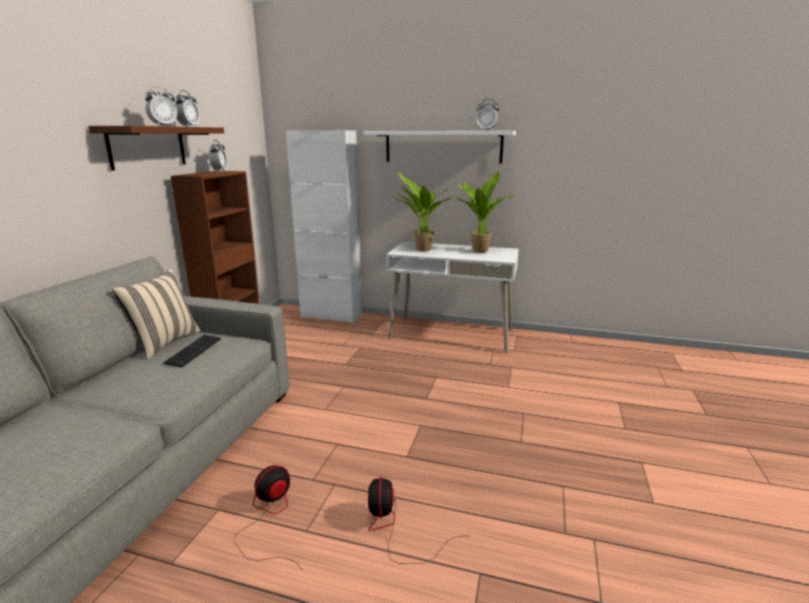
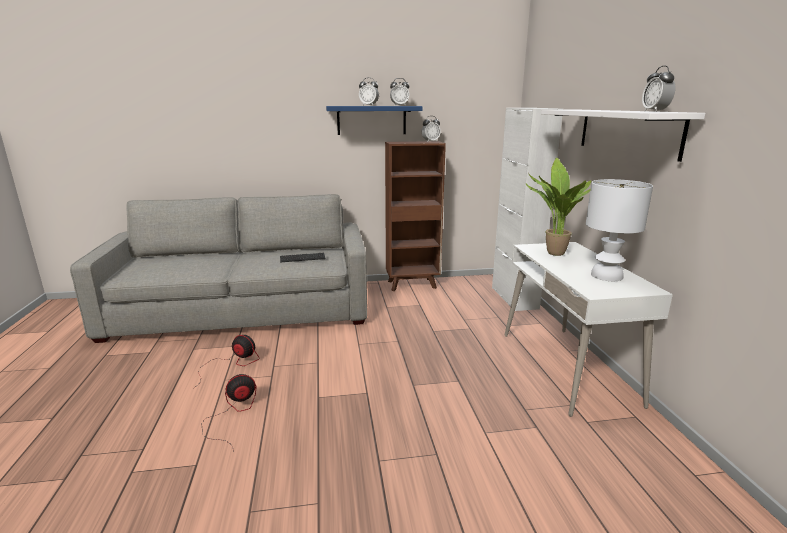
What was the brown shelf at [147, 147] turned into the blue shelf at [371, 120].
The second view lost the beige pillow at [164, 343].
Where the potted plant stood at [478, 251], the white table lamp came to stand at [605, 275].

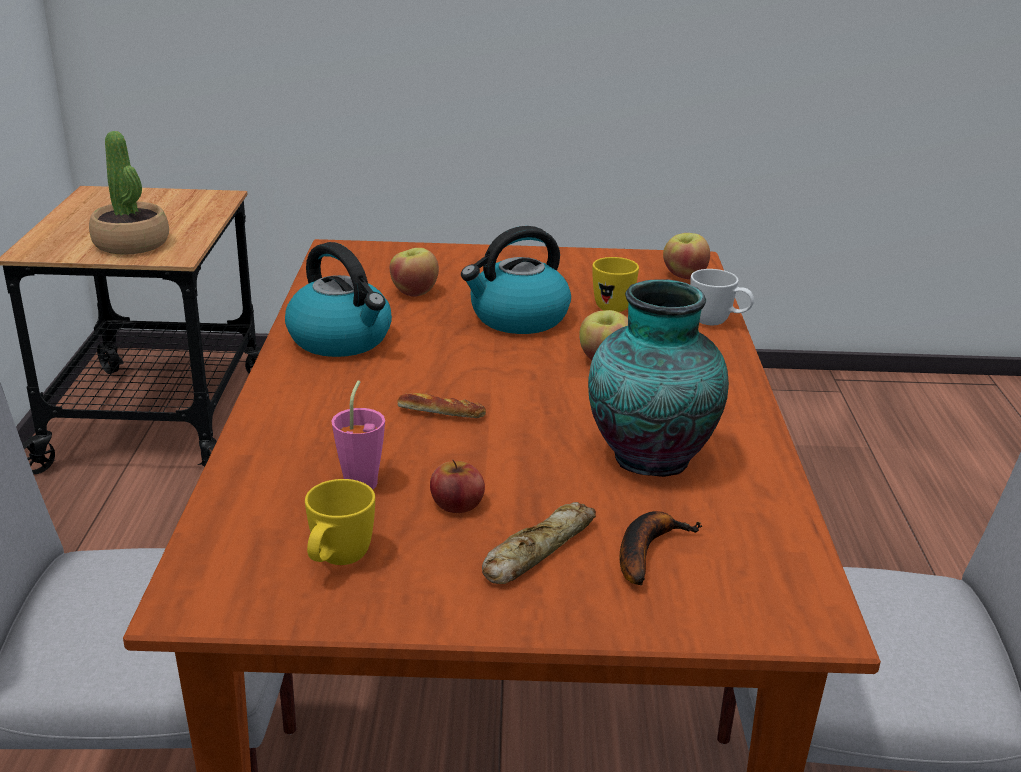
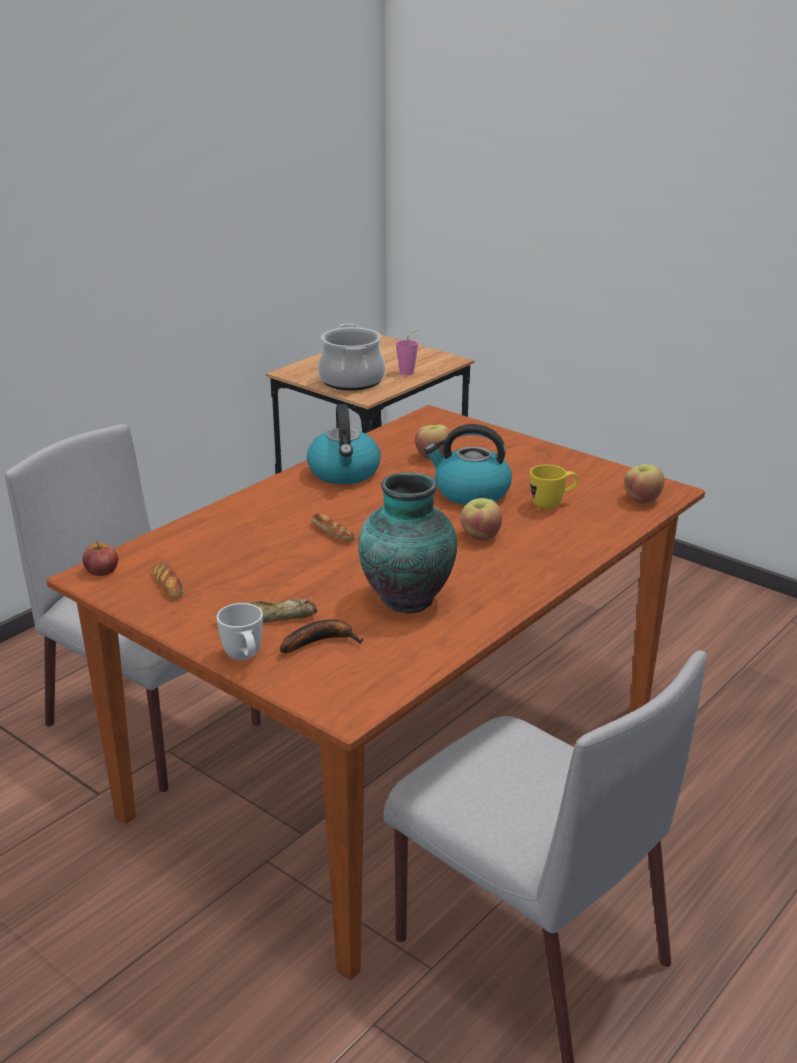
Where the potted plant stood at [131, 243], the cooking pot came to stand at [352, 381].
Where the yellow mug stood at [337, 562], the bread came to stand at [168, 584].
The pink cup ended up elsewhere, having gone from [362, 479] to [409, 371].
The apple ended up elsewhere, having gone from [457, 503] to [101, 570].
The white mug ended up elsewhere, having gone from [718, 323] to [245, 658].

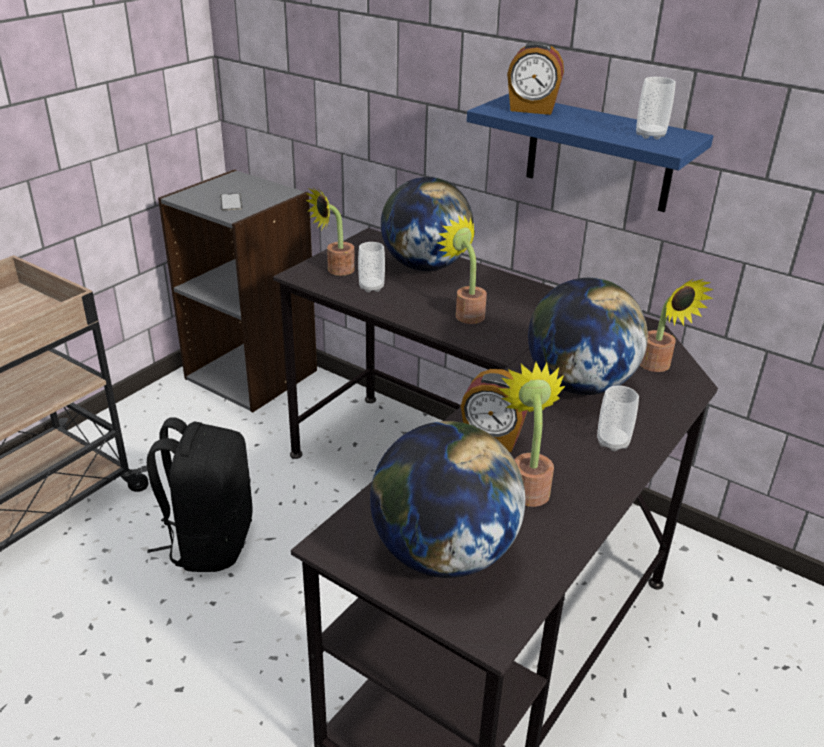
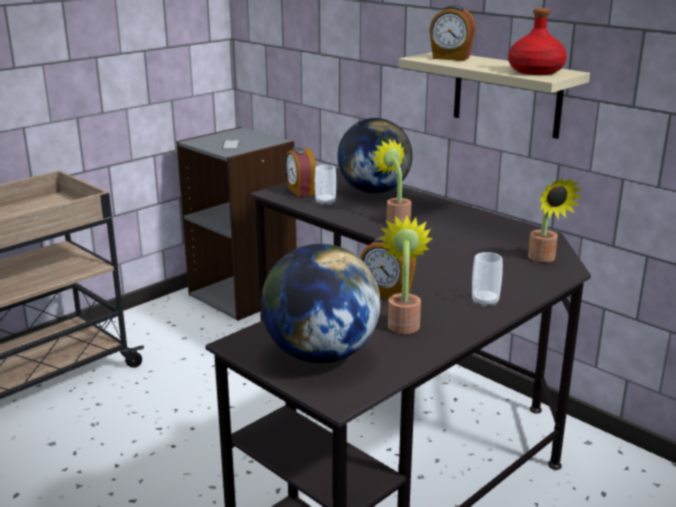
The second view lost the black backpack at [210, 541].
Where the potted plant stood at [335, 271], the alarm clock came to stand at [300, 191].
What was the blue shelf at [599, 153] turned into the beige shelf at [506, 94].
The second view lost the globe at [579, 384].
Where the cup stood at [650, 135], the red bottle came to stand at [536, 71].

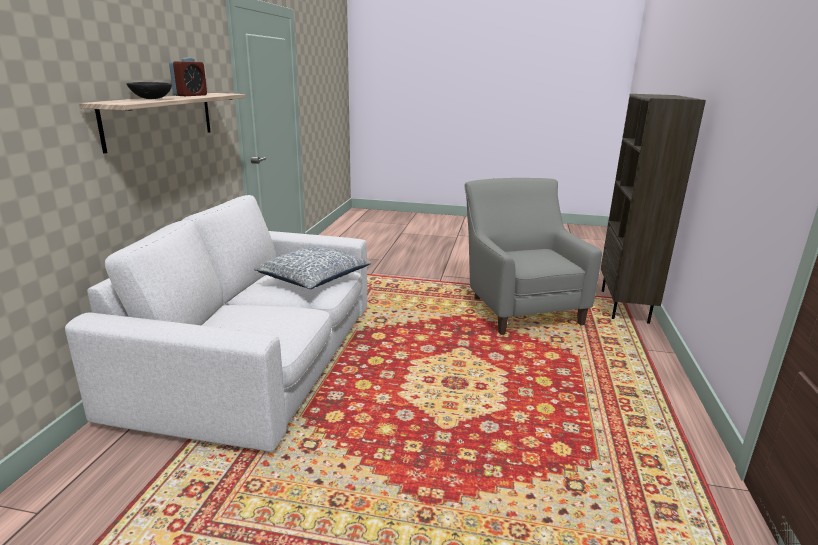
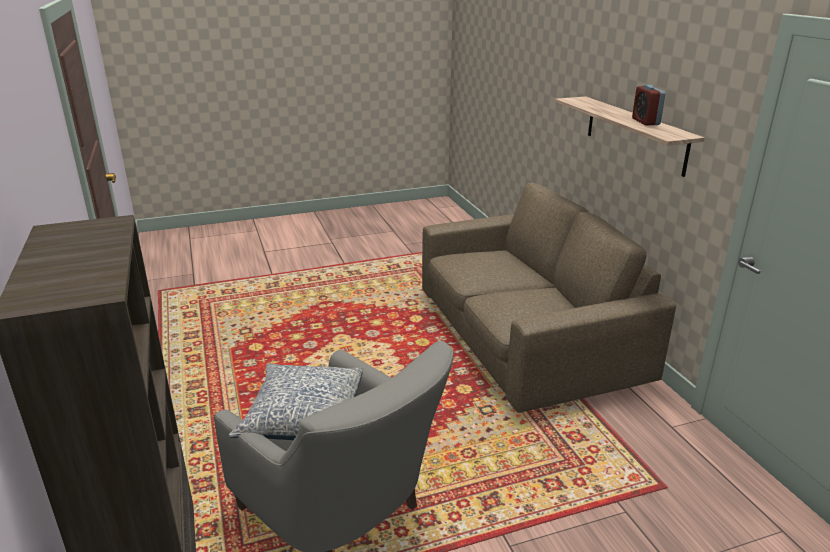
What was the white sofa at [258, 358] turned into the brown sofa at [525, 334].
The second view lost the black bowl at [152, 99].
The pillow ended up elsewhere, having gone from [314, 279] to [303, 416].

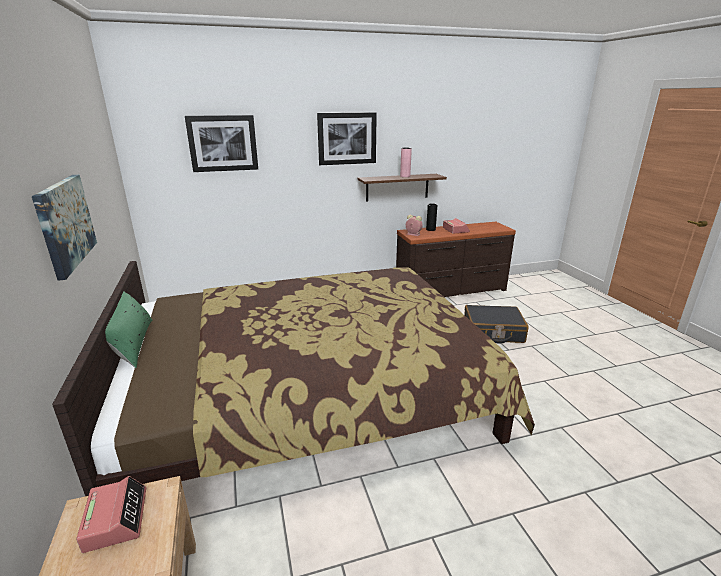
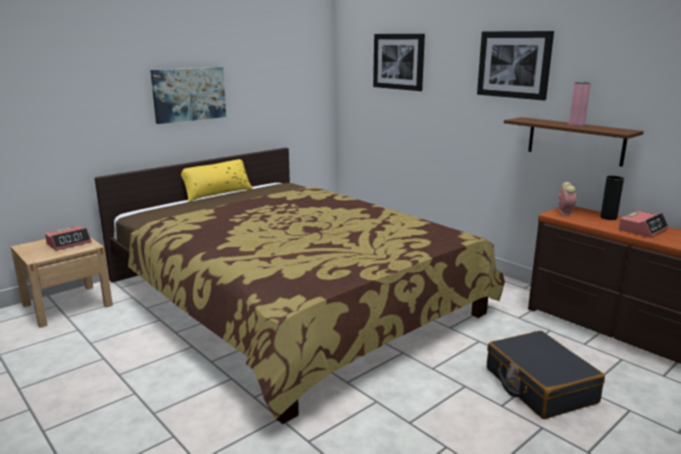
What was the green pillow at [131, 343] turned into the yellow pillow at [217, 193].

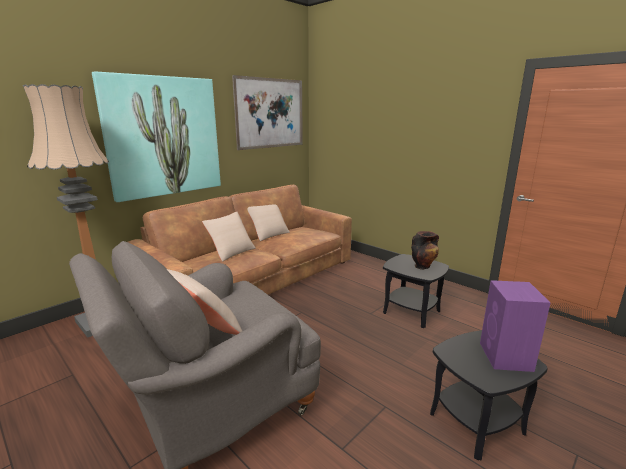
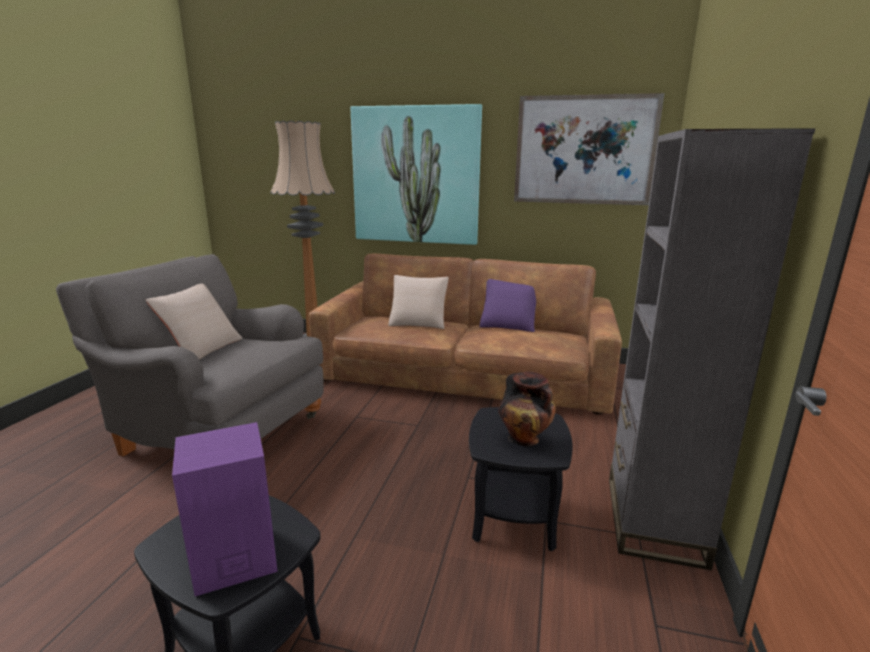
What was the beige pillow at [269, 234] turned into the purple pillow at [509, 325].
The second view gained the grey bookcase at [653, 520].

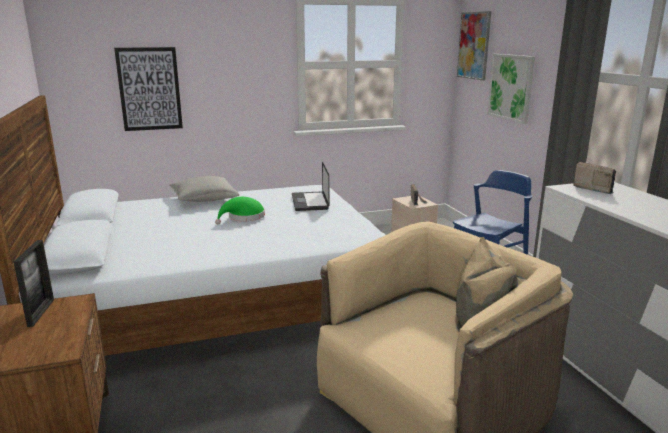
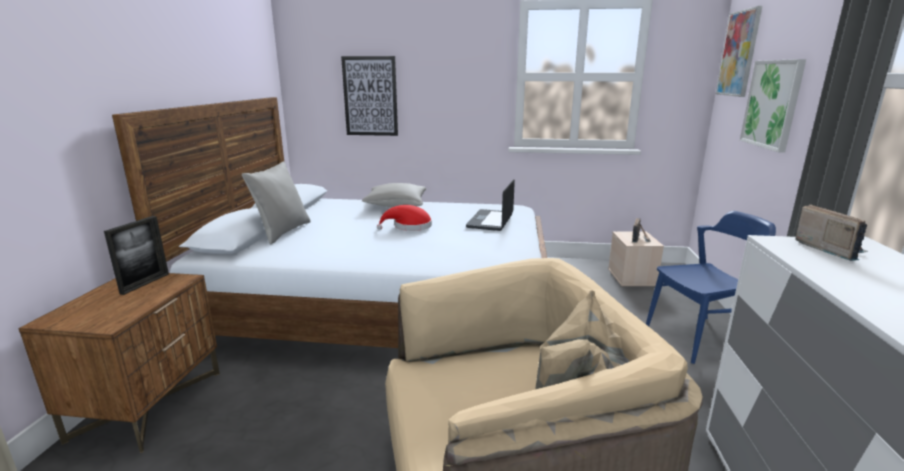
What was the green hat at [244, 217] turned into the red hat at [409, 227].
The second view gained the grey pillow at [282, 232].

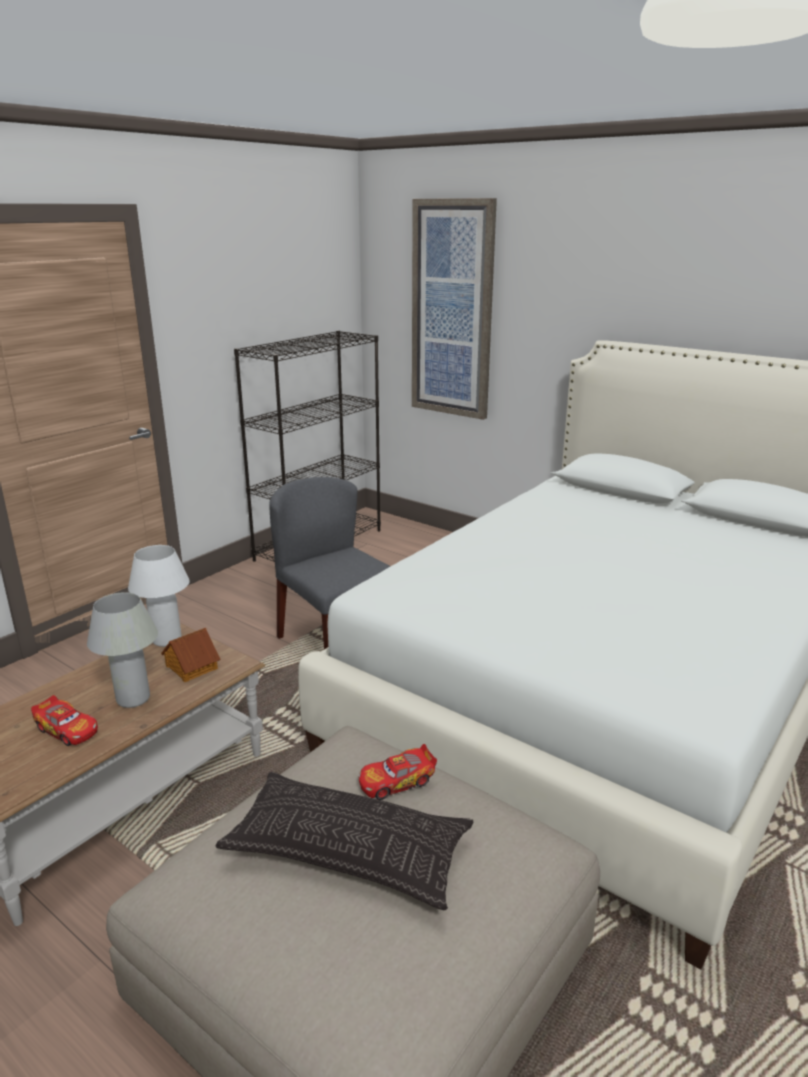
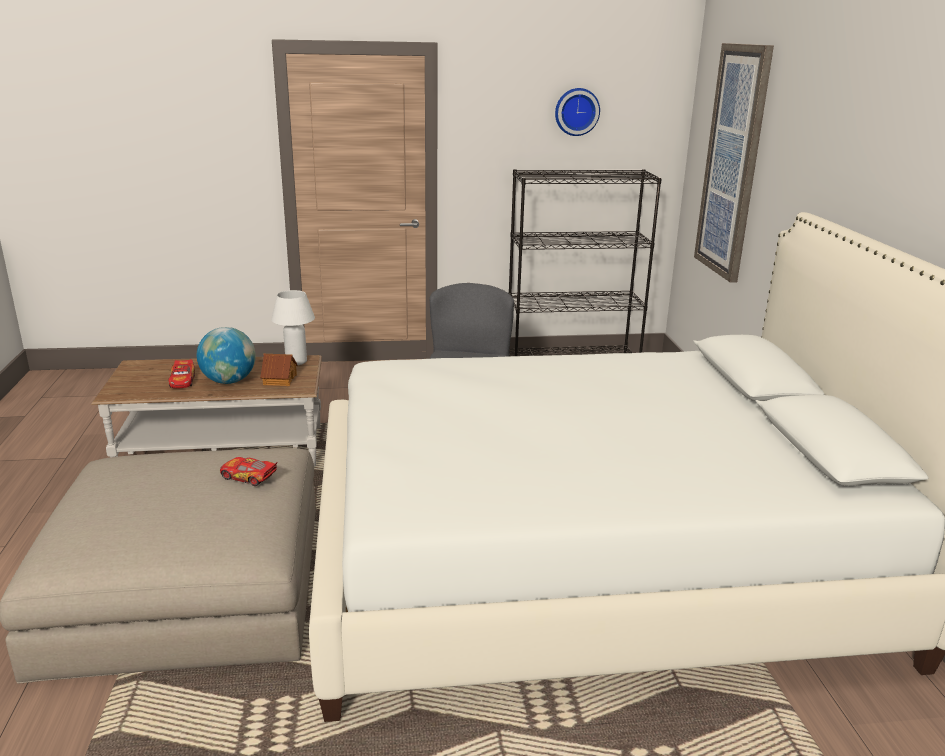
Where the white table lamp stood at [133, 699], the globe came to stand at [229, 381].
The second view lost the pillow at [348, 849].
The second view gained the wall clock at [576, 111].

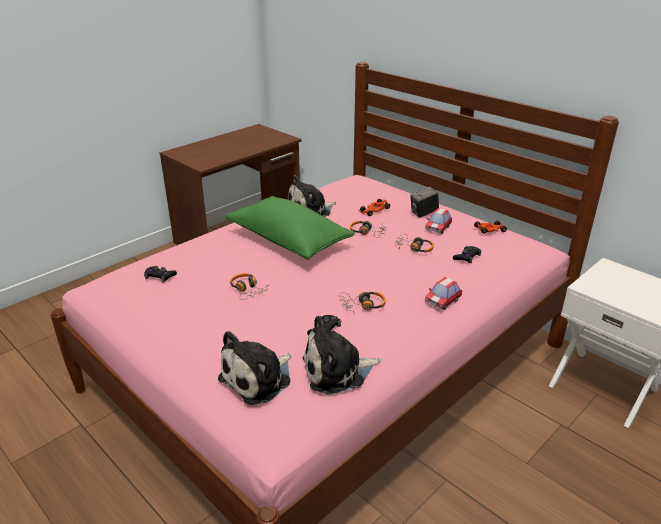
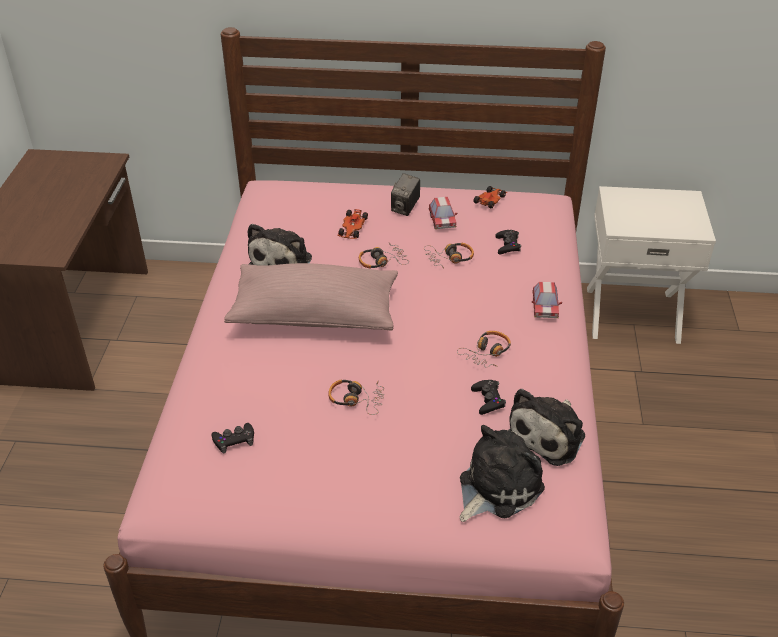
The plush toy at [259, 379] ended up facing another way, 135 degrees counterclockwise from before.
What was the green pillow at [289, 241] turned into the pink pillow at [315, 314].

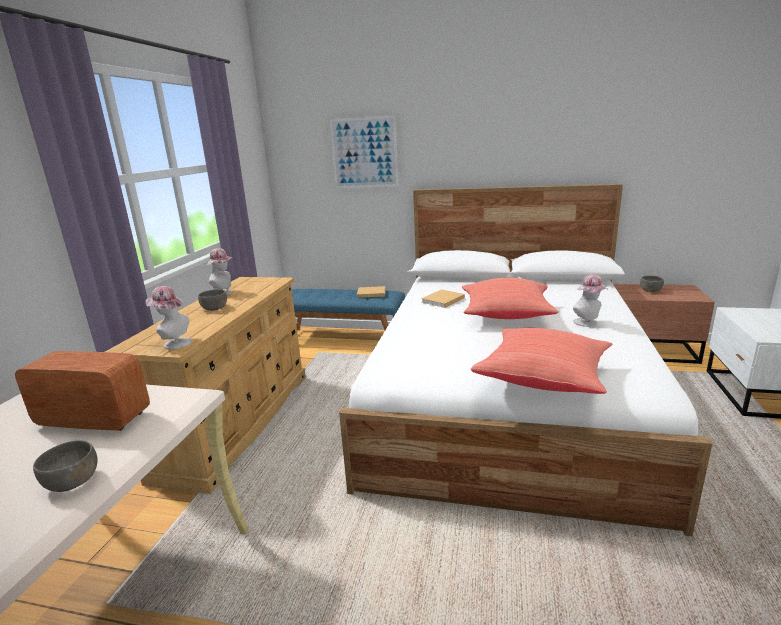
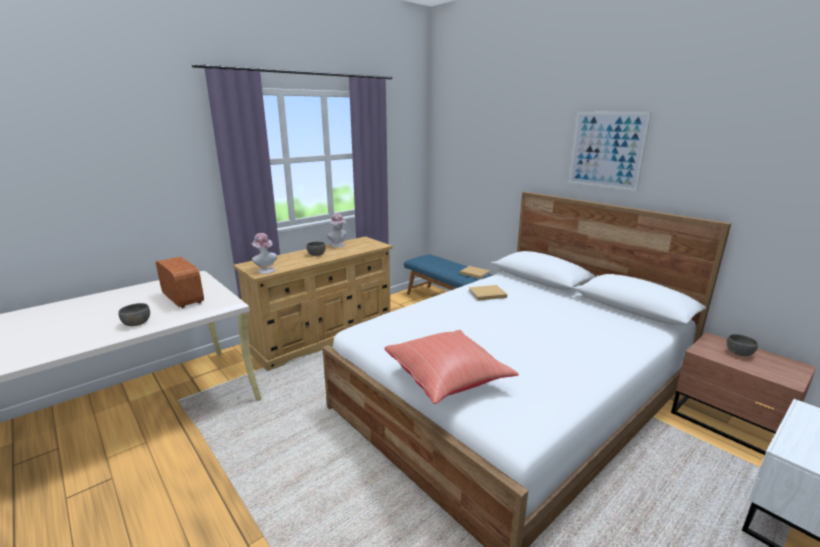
The picture ended up elsewhere, having gone from [364, 153] to [606, 150].
The second view lost the red pillow at [506, 315].
The second view lost the hat at [588, 323].

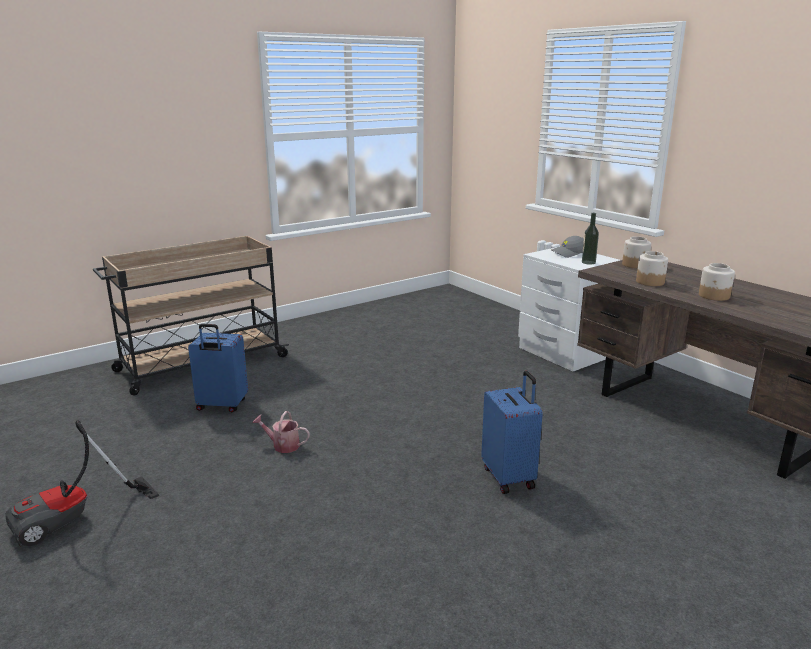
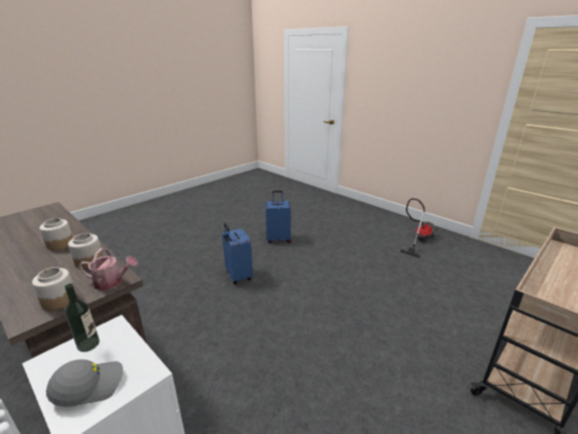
The blue suitcase ended up elsewhere, having gone from [221, 406] to [278, 239].
The watering can ended up elsewhere, having gone from [282, 445] to [112, 282].

